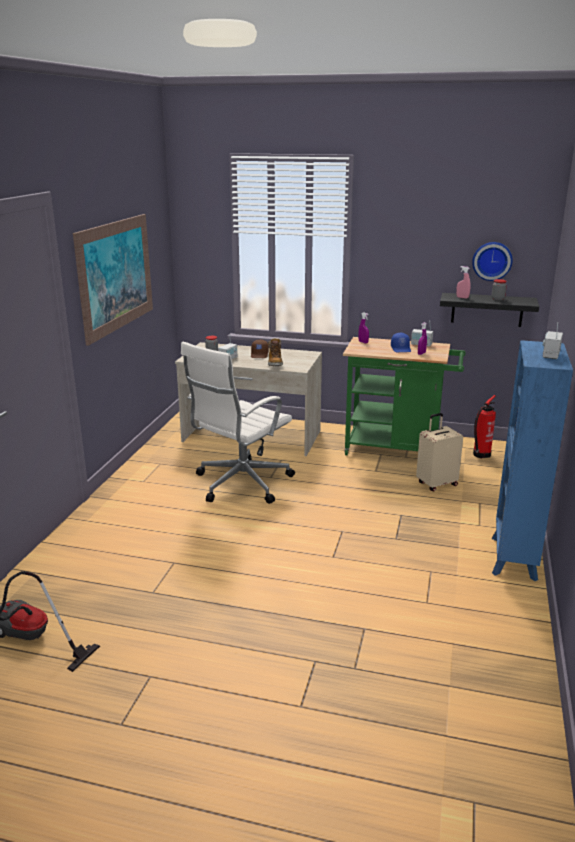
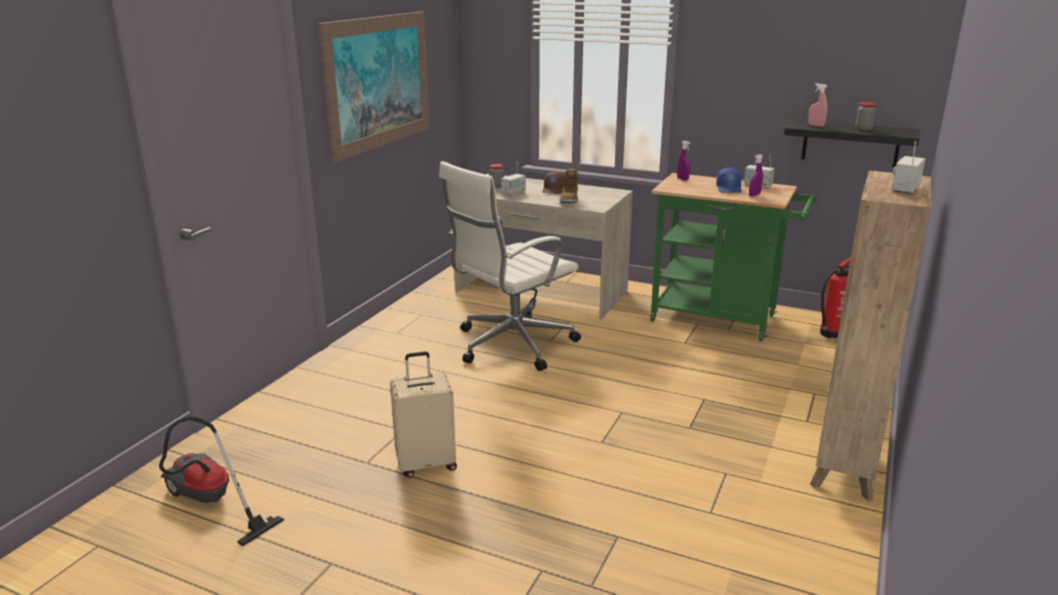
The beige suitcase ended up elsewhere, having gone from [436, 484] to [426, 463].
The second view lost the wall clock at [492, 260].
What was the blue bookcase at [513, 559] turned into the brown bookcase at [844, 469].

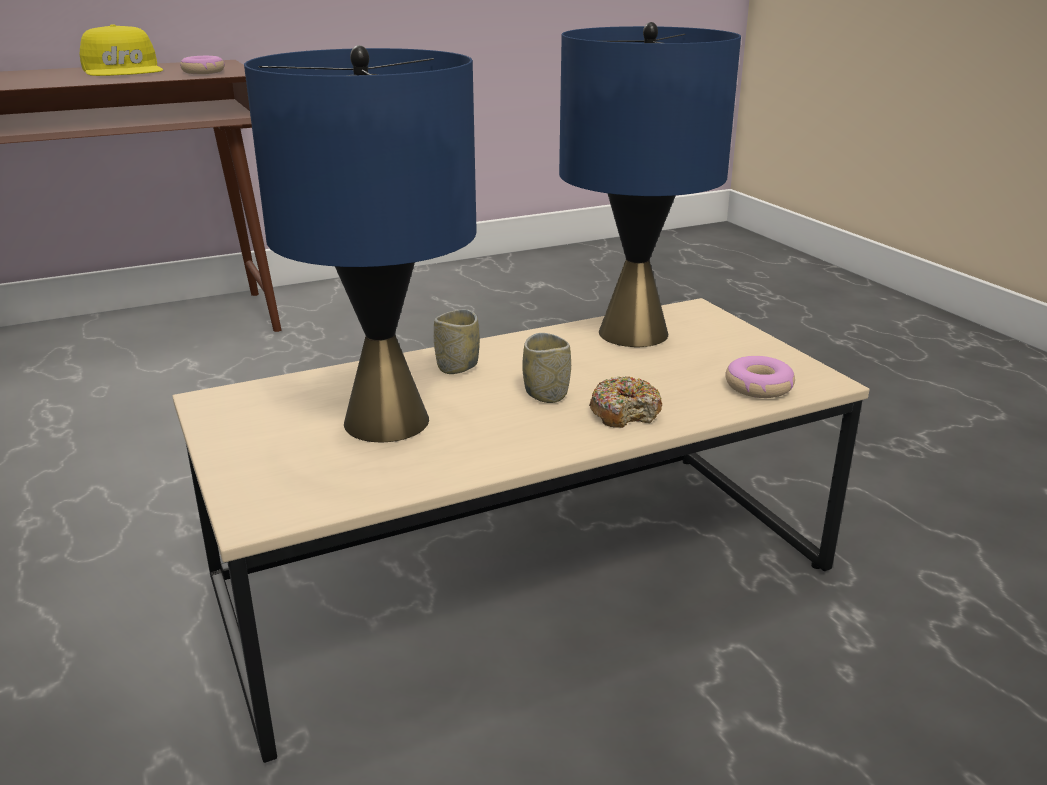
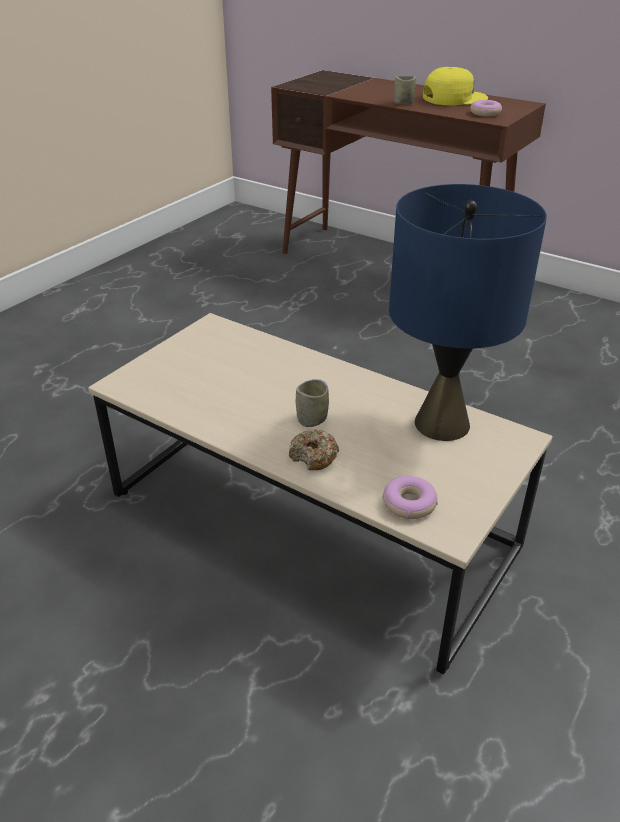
The yellow cap at [124, 70] ended up facing another way, 135 degrees counterclockwise from before.
The second view lost the blue table lamp at [387, 421].
The cup ended up elsewhere, having gone from [457, 367] to [403, 103].

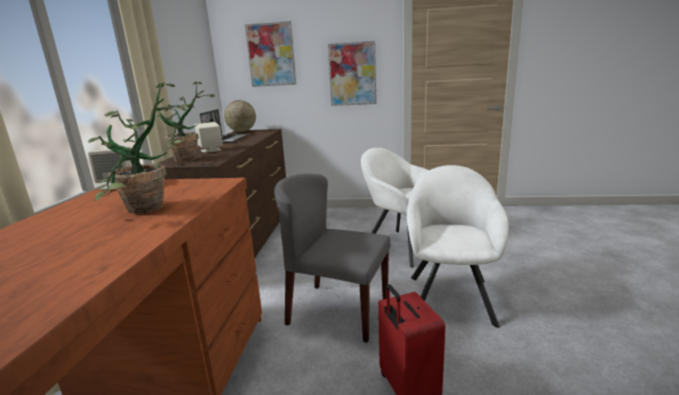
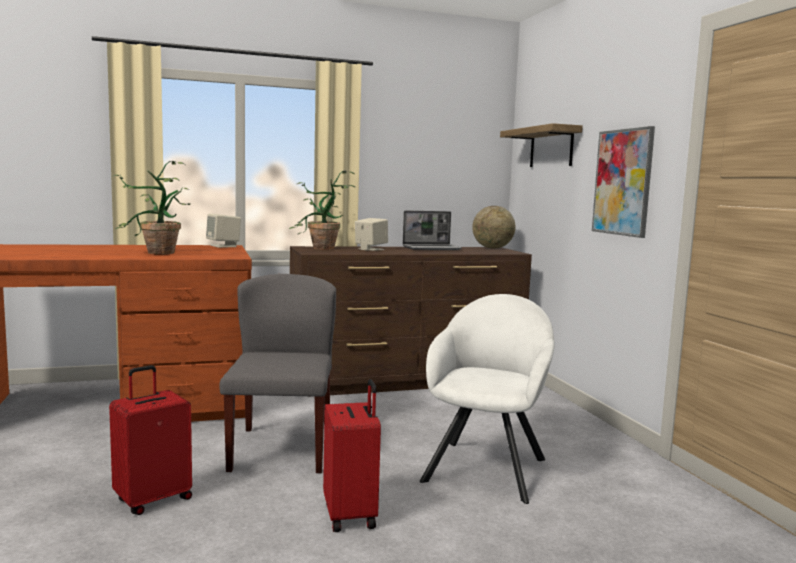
Where the picture hung at [271, 55], the shelf came to hang at [551, 148].
Where the white armchair stood at [450, 296], the red suitcase came to stand at [351, 515].

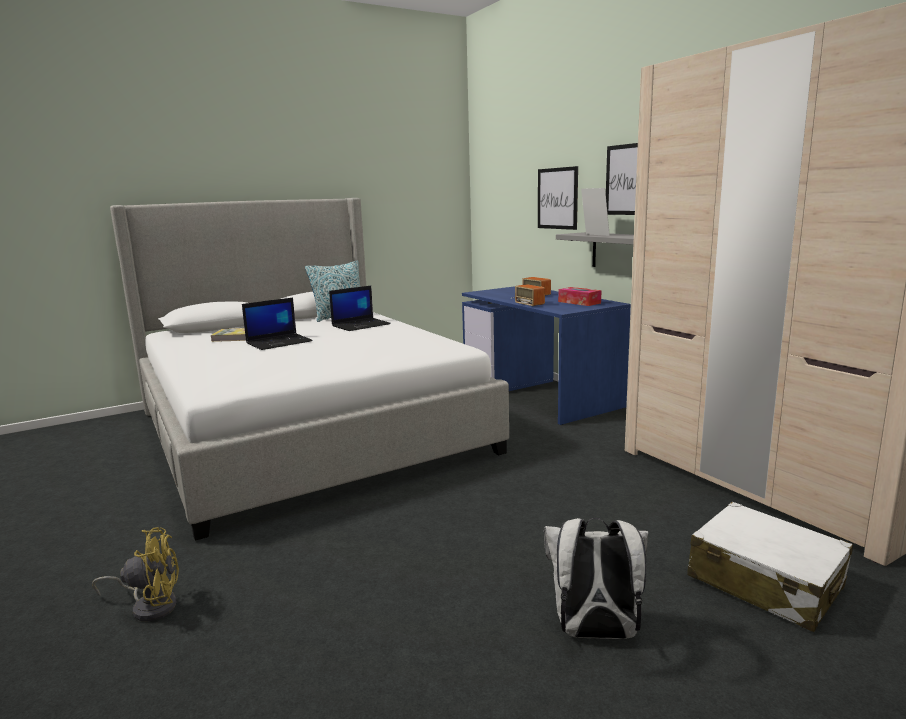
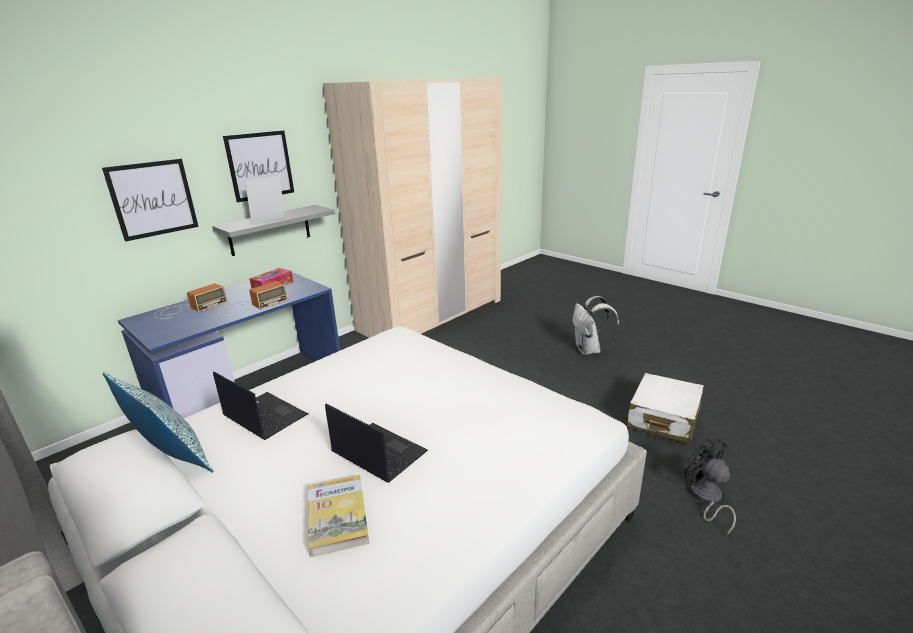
What was the yellow fan at [150, 605] turned into the black fan at [706, 498].
The white suitcase ended up elsewhere, having gone from [764, 582] to [663, 418].

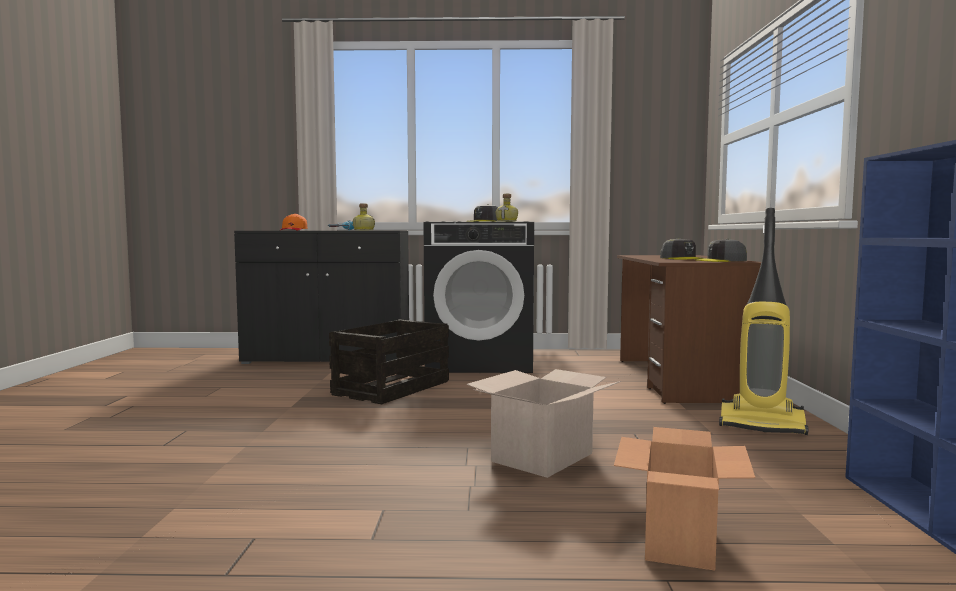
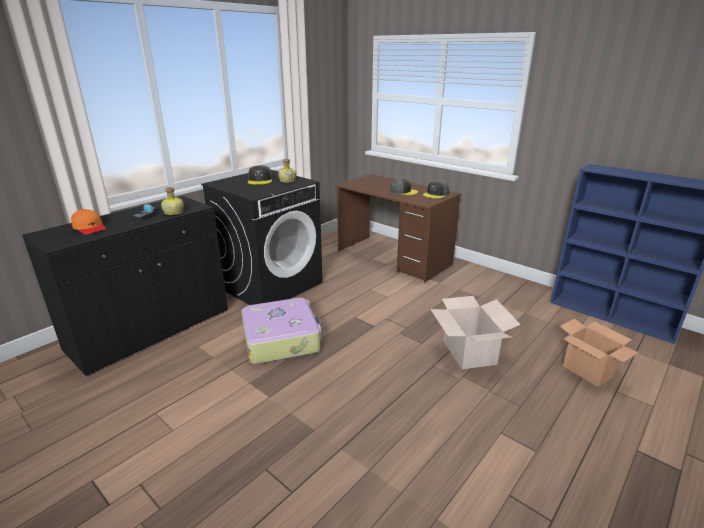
Where the crate stood at [392, 387], the suitcase came to stand at [282, 339].
The second view lost the vacuum cleaner at [762, 425].

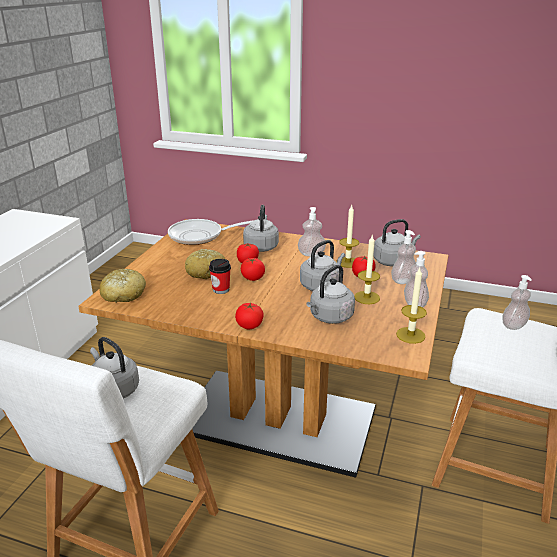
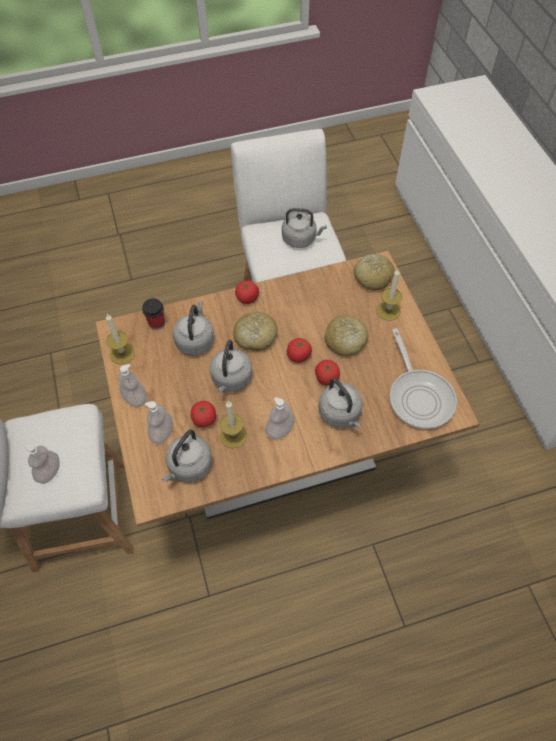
The frying pan at [200, 236] ended up facing another way, 120 degrees clockwise from before.
The cup ended up elsewhere, having gone from [221, 289] to [157, 323].
The candle ended up elsewhere, having gone from [367, 297] to [388, 311].
The second view gained the bread at [255, 336].

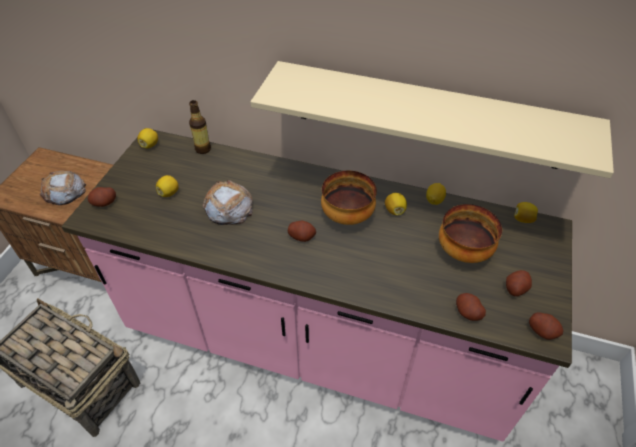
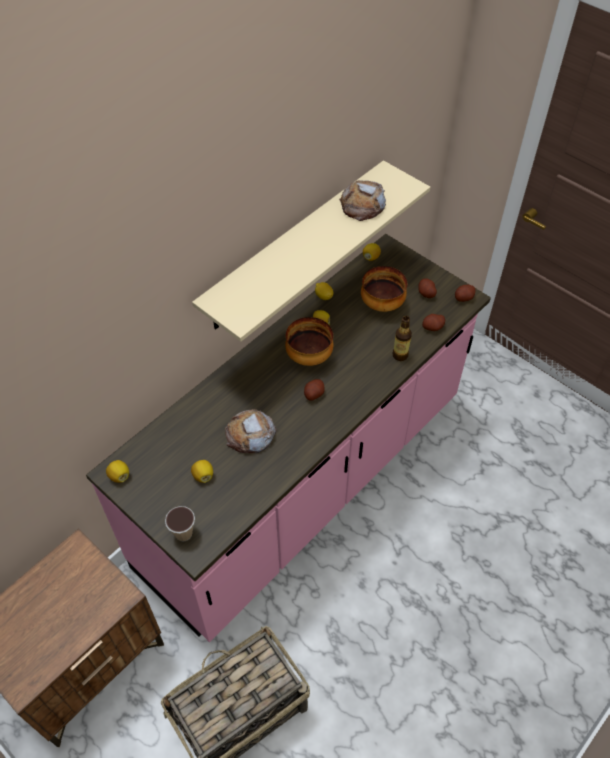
The bread ended up elsewhere, having gone from [63, 191] to [362, 205].
Where the potato stood at [104, 203], the cup came to stand at [183, 533].
The bottle ended up elsewhere, having gone from [203, 149] to [400, 355].

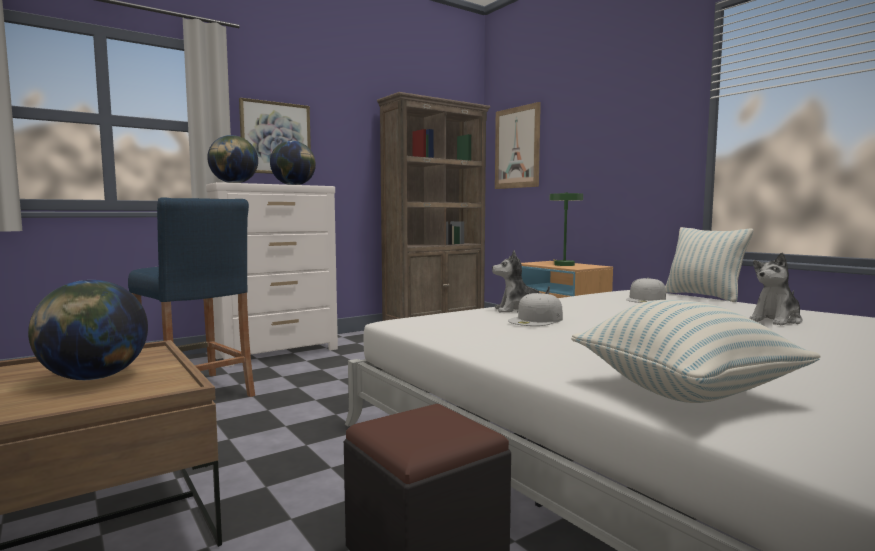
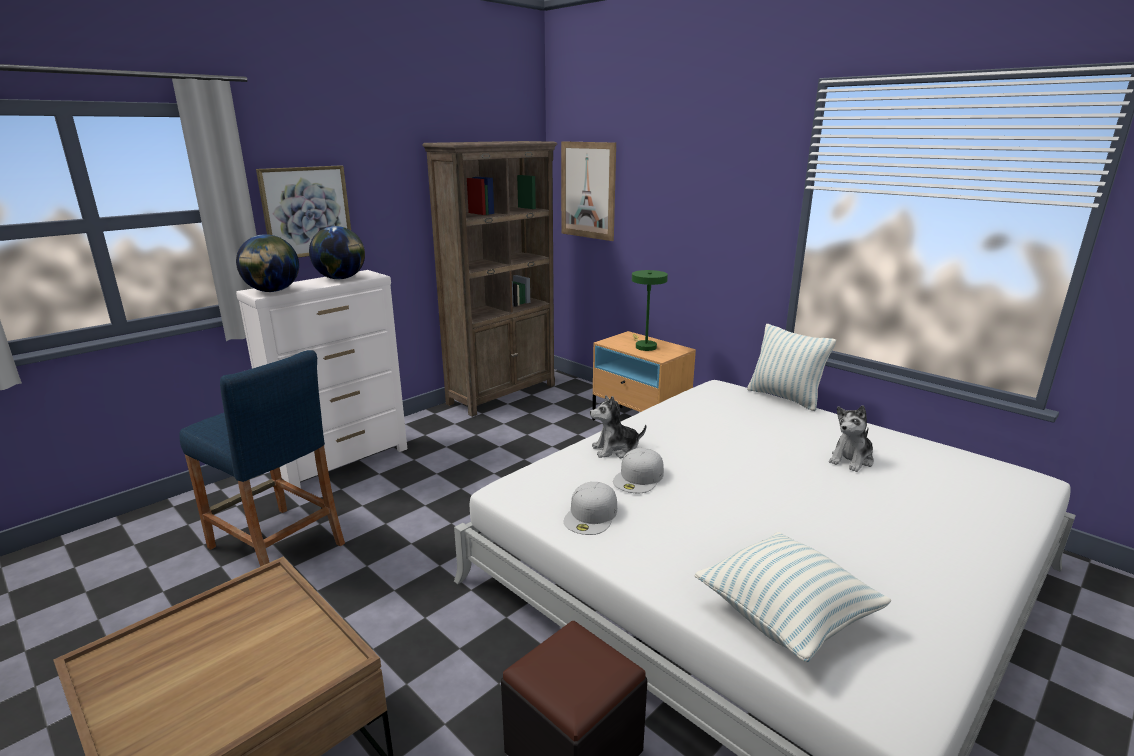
The second view lost the globe at [93, 378].
The white cap ended up elsewhere, having gone from [646, 299] to [591, 515].

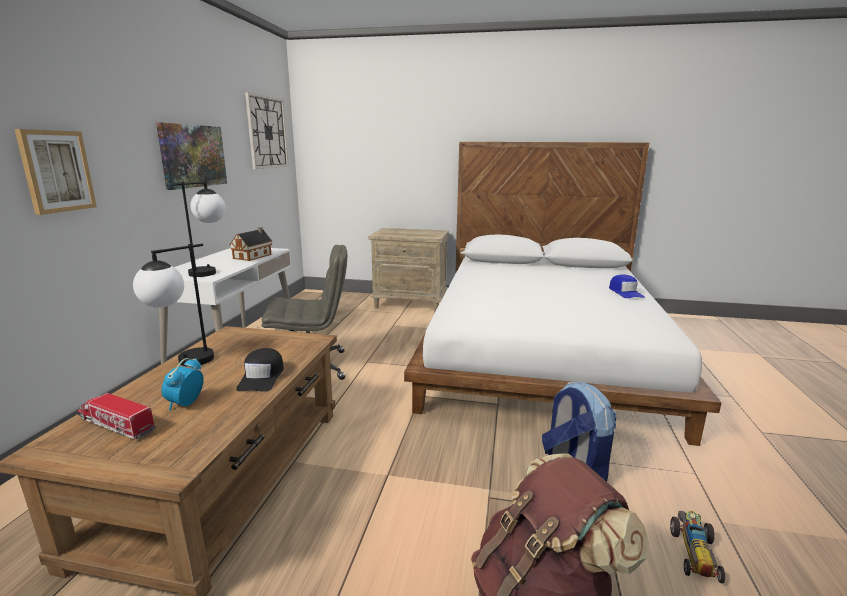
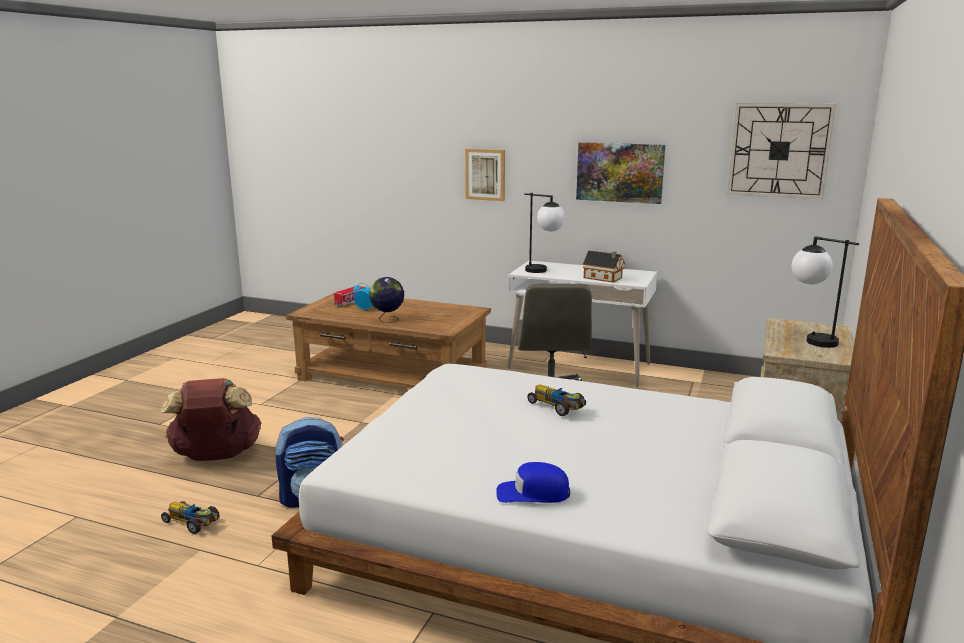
The table lamp ended up elsewhere, having gone from [183, 364] to [809, 339].
Where the black cap stood at [262, 377], the globe came to stand at [387, 320].
The second view gained the toy car at [557, 407].

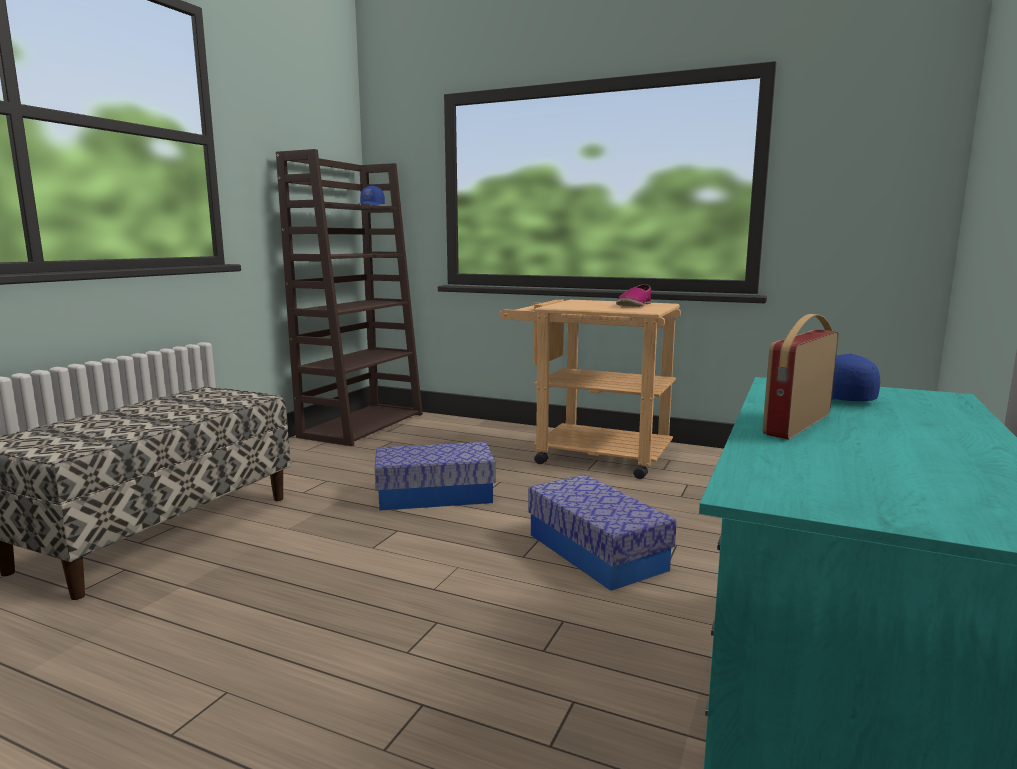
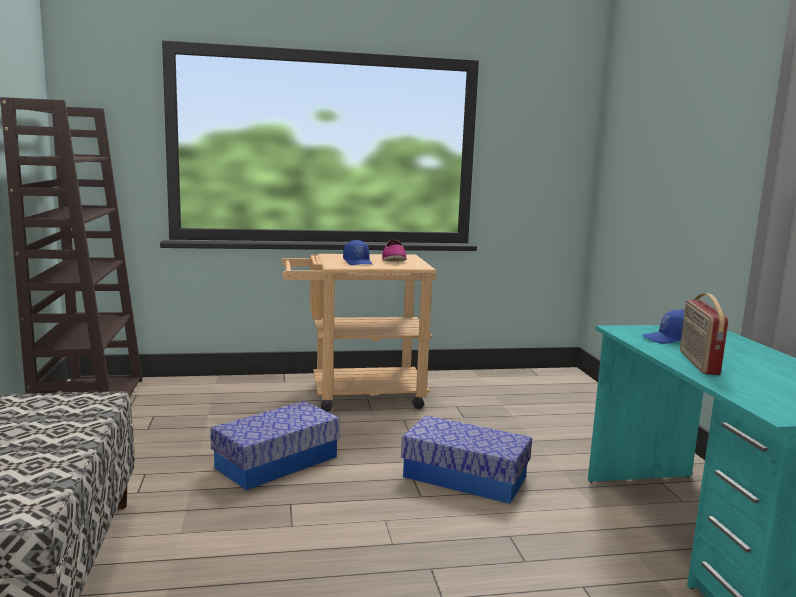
The blue cap ended up elsewhere, having gone from [371, 206] to [358, 262].

